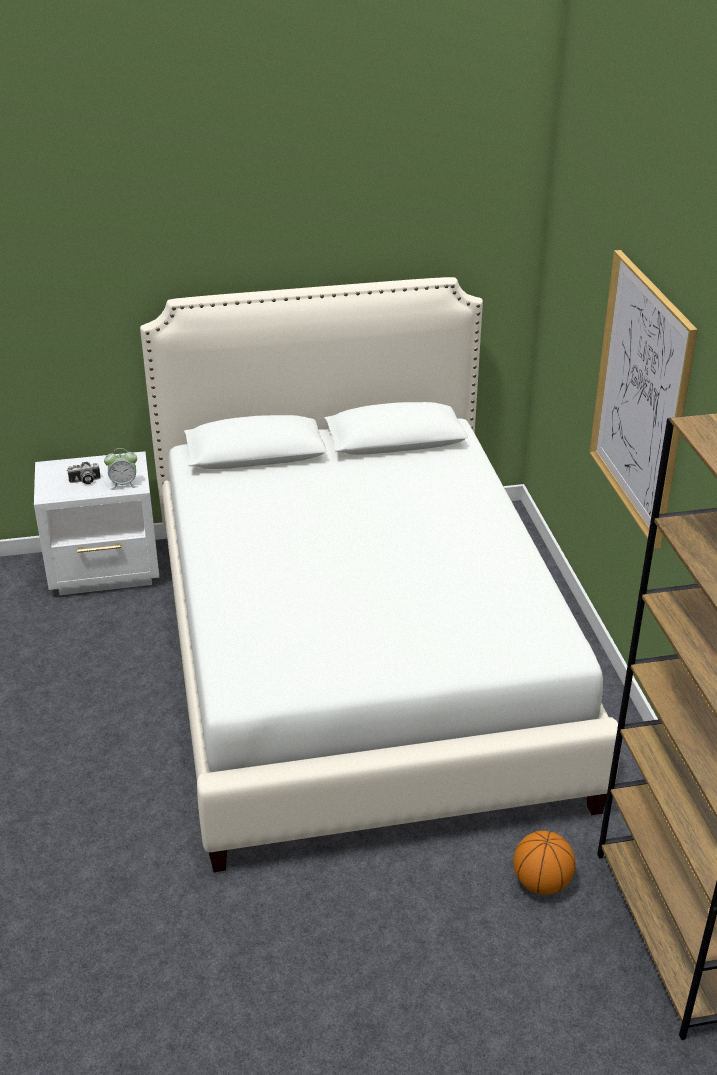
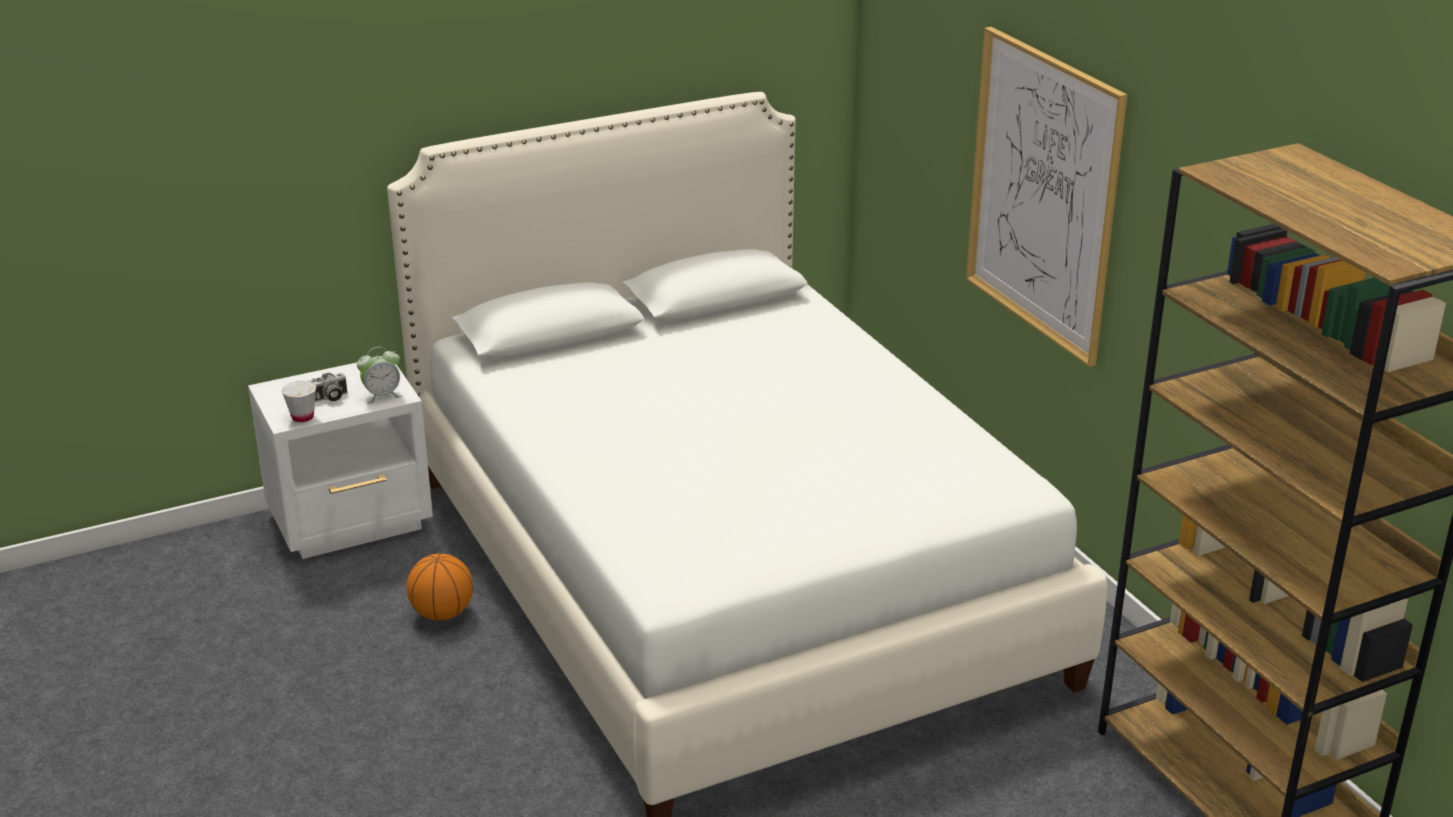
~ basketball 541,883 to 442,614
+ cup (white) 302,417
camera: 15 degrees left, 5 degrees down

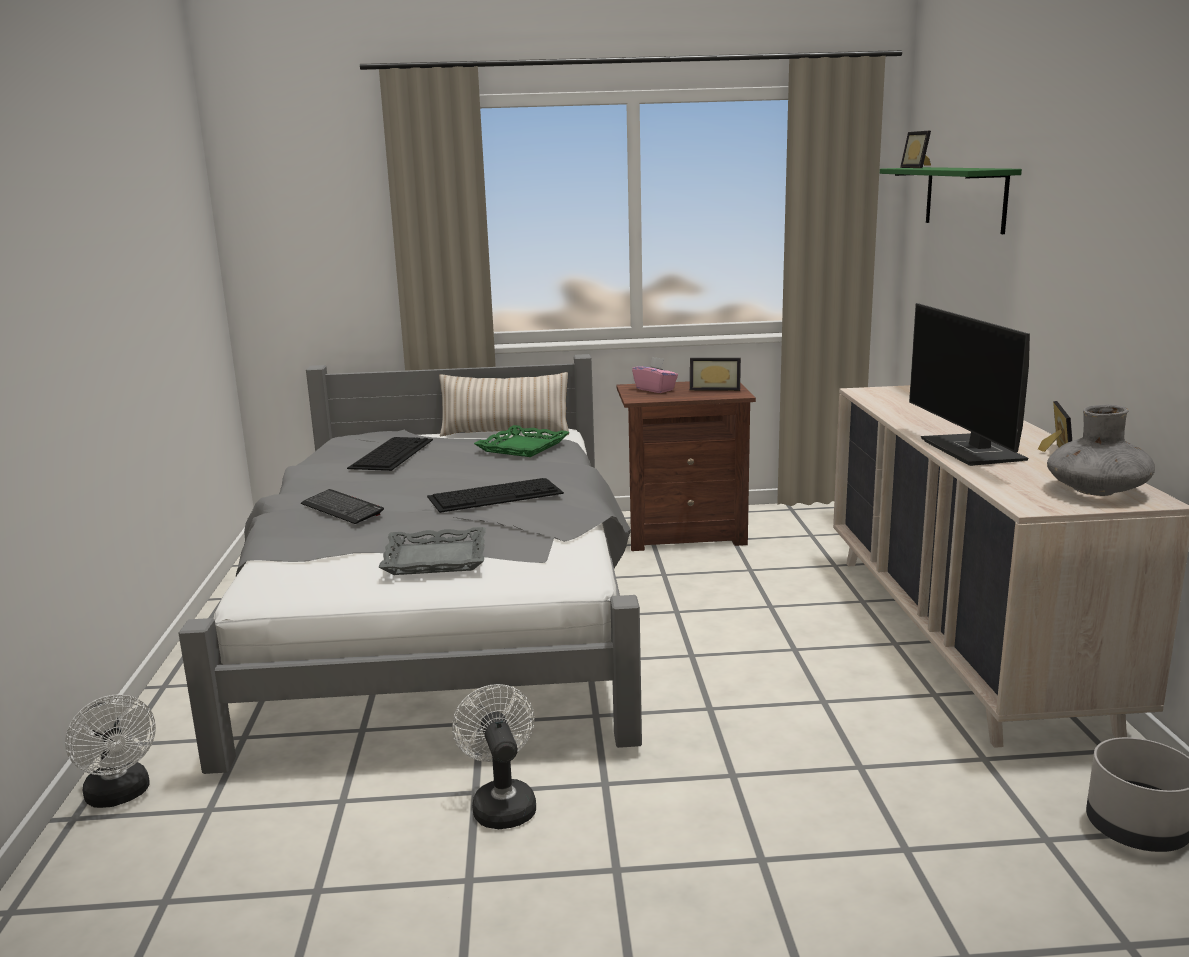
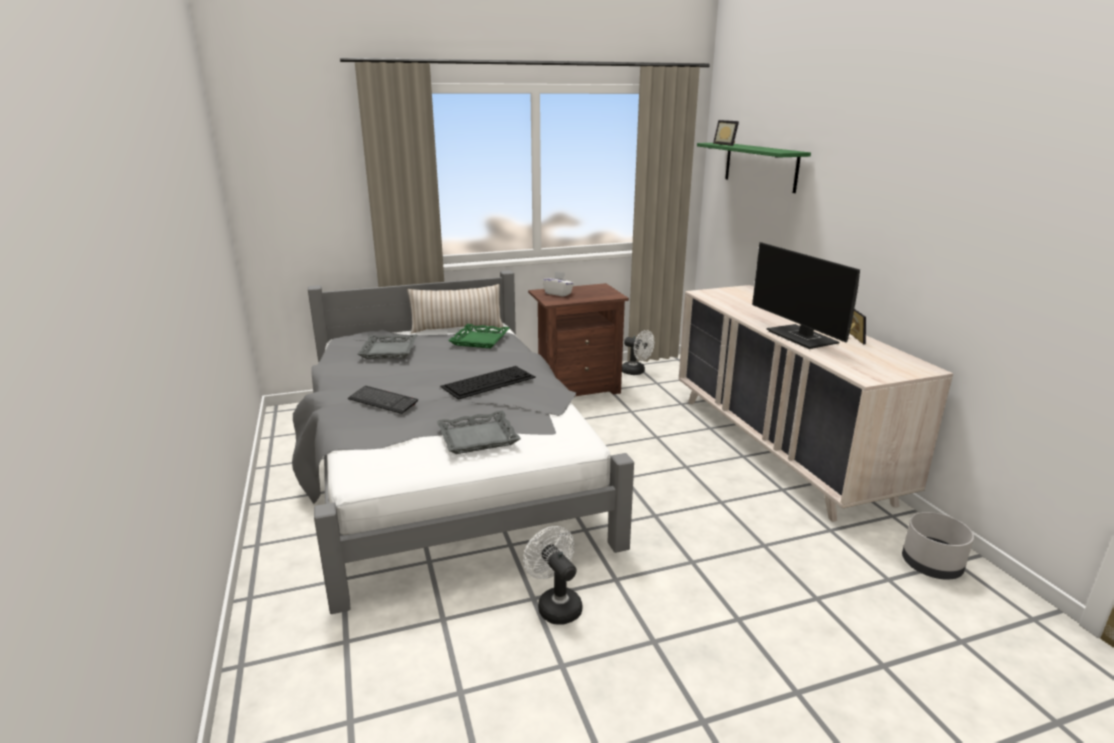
~ tissue box (pink) 655,389 to tissue box (white) 558,293
- picture frame 715,389
- vase (grey) 1096,491
~ keyboard 392,453 to tray (grey) 388,351
~ fan (white) 121,796 to 636,372
camera: 15 degrees left, 5 degrees up

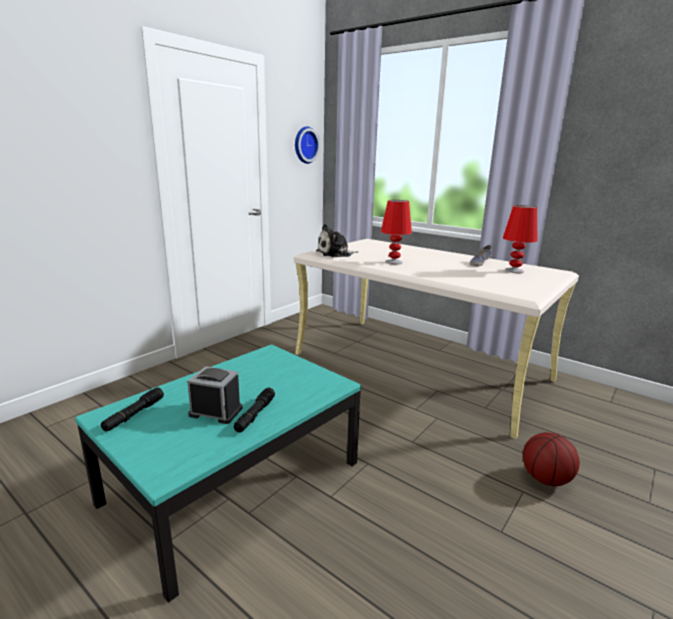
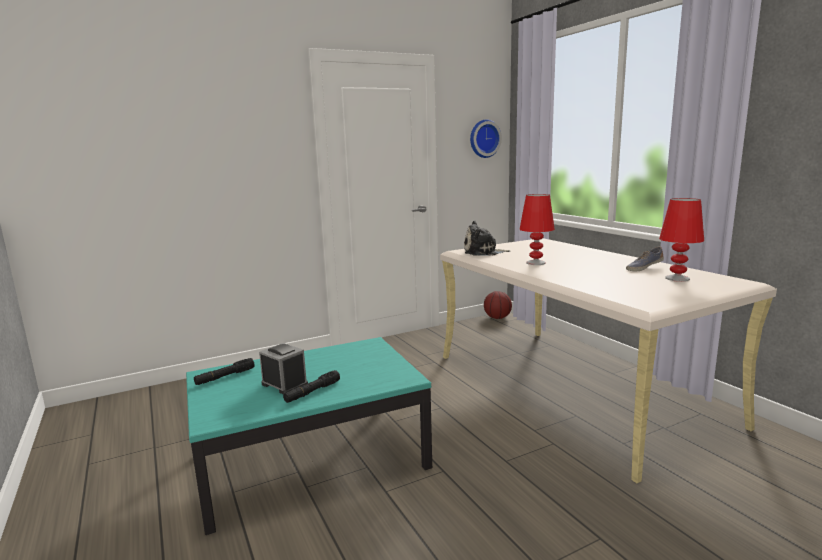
~ basketball 545,479 to 497,318
camera: 25 degrees right, 5 degrees down

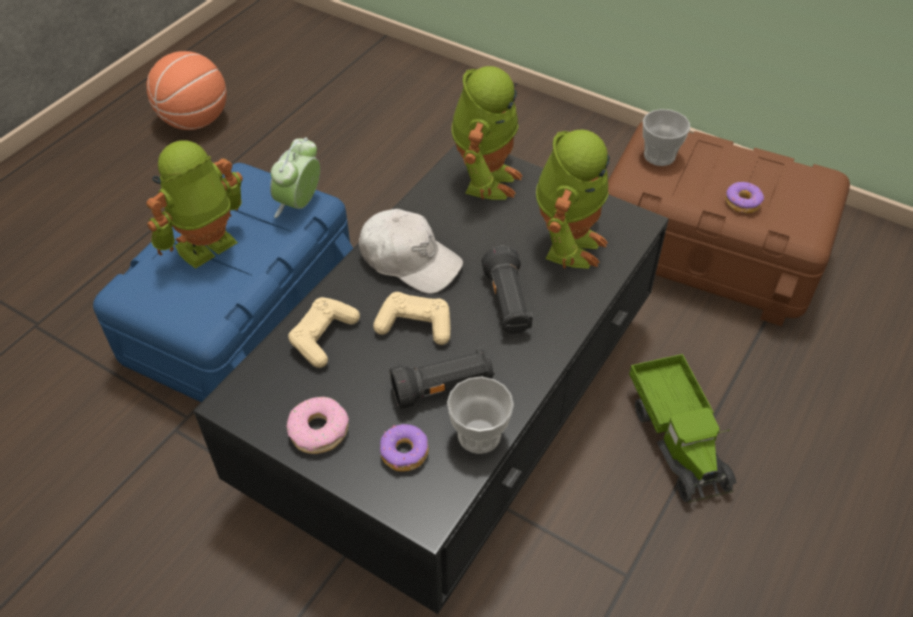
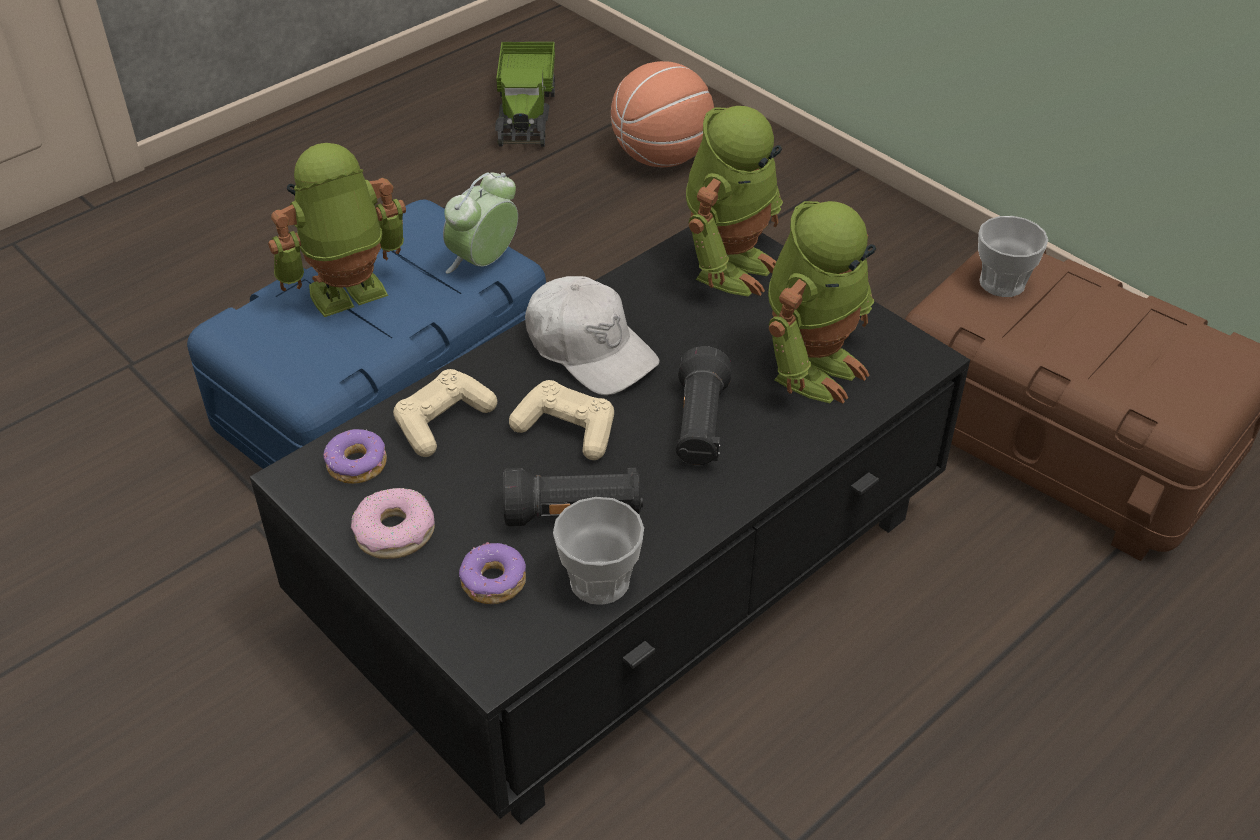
~ basketball 194,121 to 661,157
~ donut 743,203 to 357,465
~ toy truck 677,438 to 526,112
camera: 15 degrees right, 5 degrees down

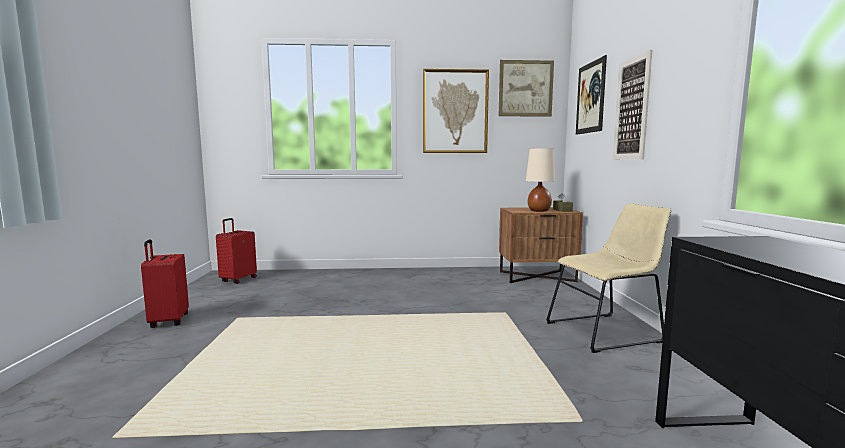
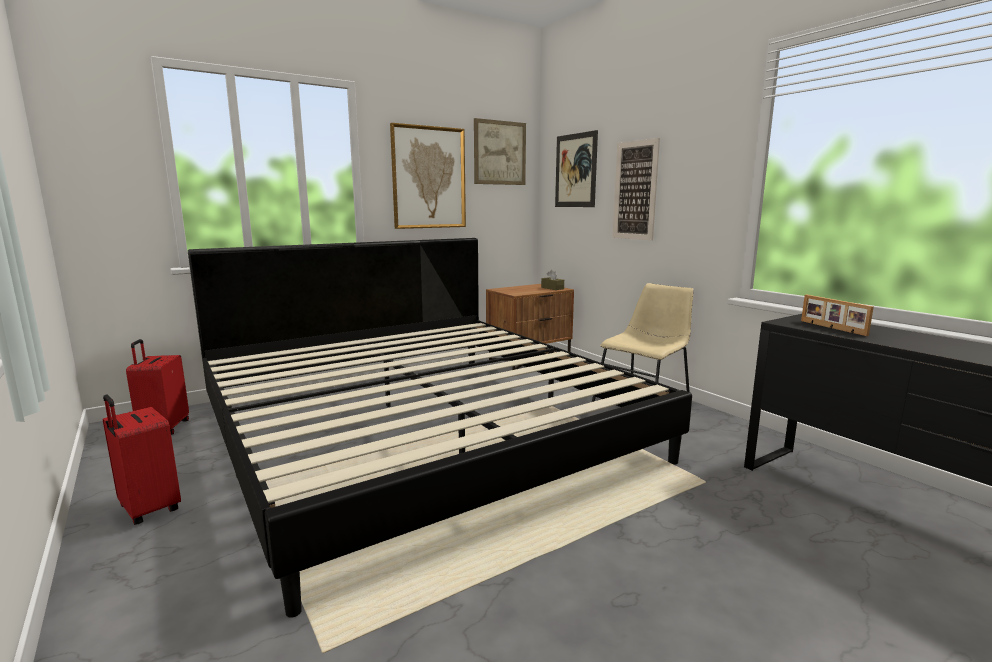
- table lamp (beige) 539,211
+ bed 421,433
+ picture frame 832,328
camera: 30 degrees left, 5 degrees up

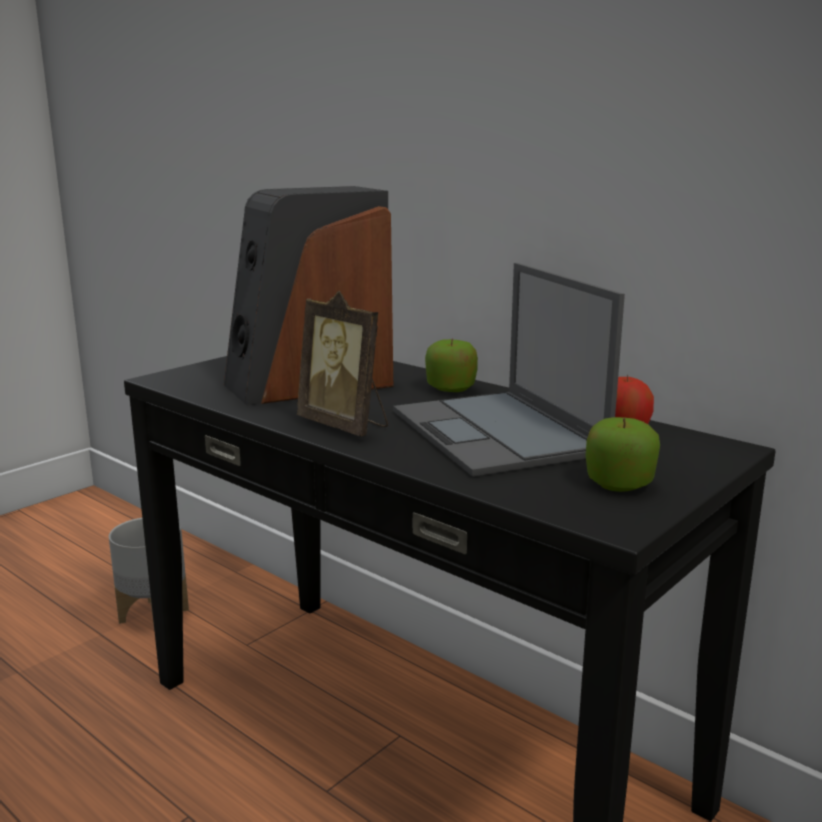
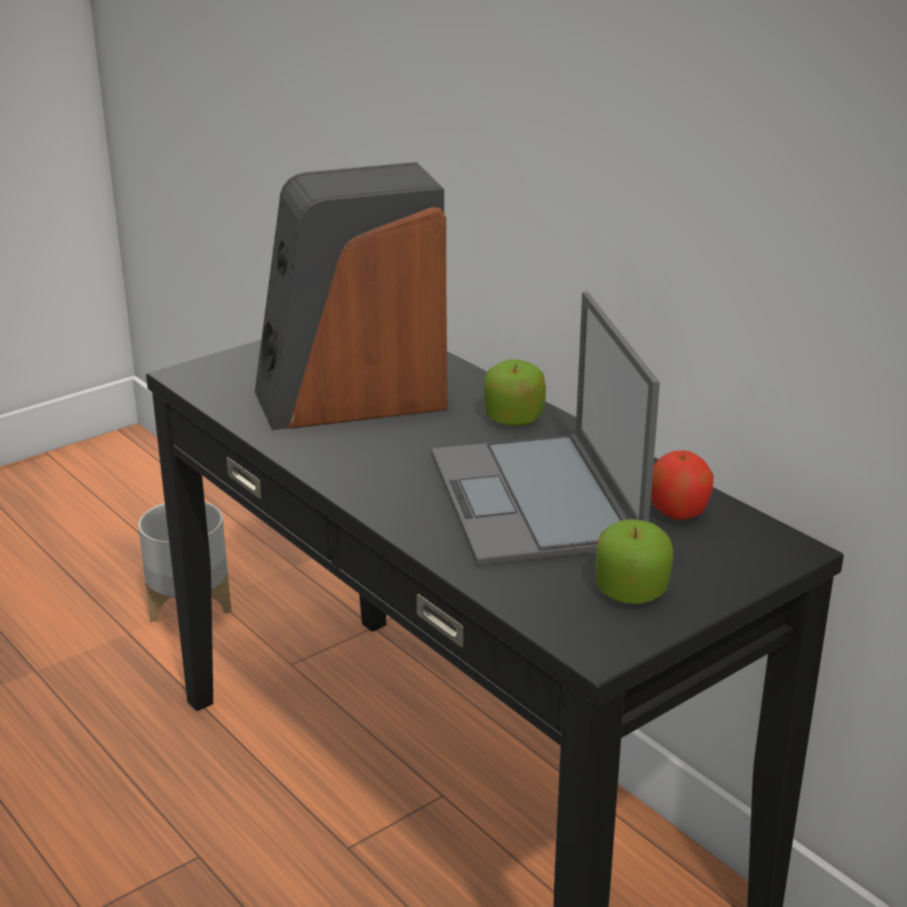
- picture frame 346,425
camera: 10 degrees right, 10 degrees up

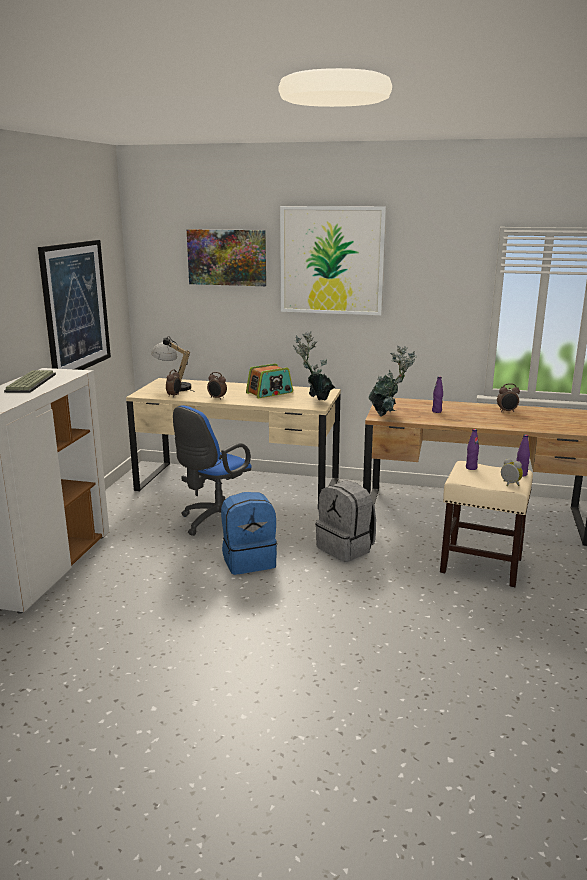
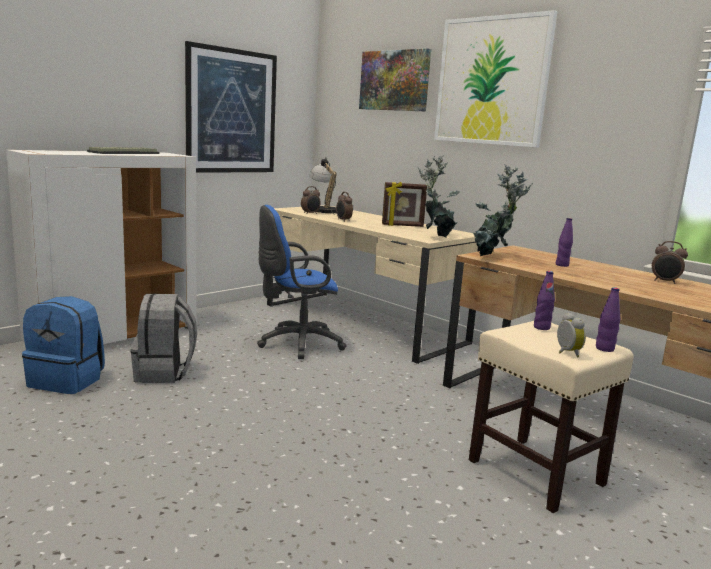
~ radio 270,393 to picture frame 402,226
~ backpack (grey) 346,548 to 164,373
~ backpack (blue) 249,561 to 68,381
camera: 30 degrees right, 5 degrees down

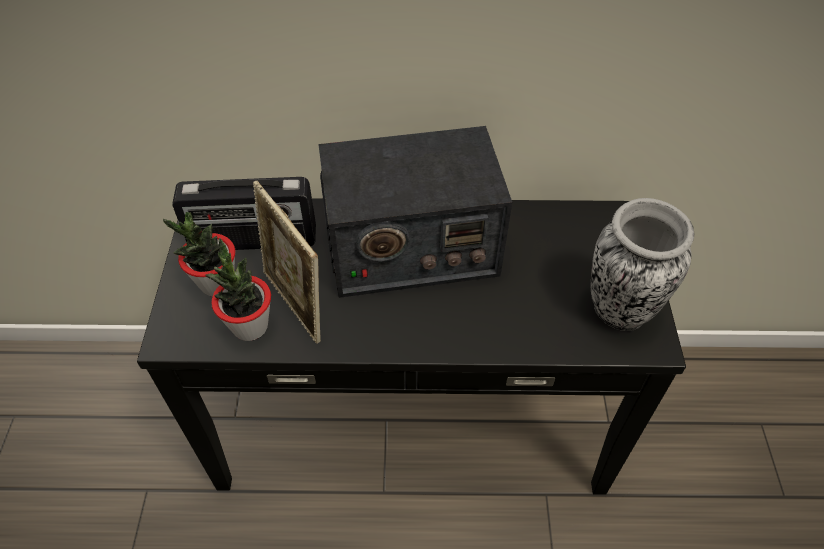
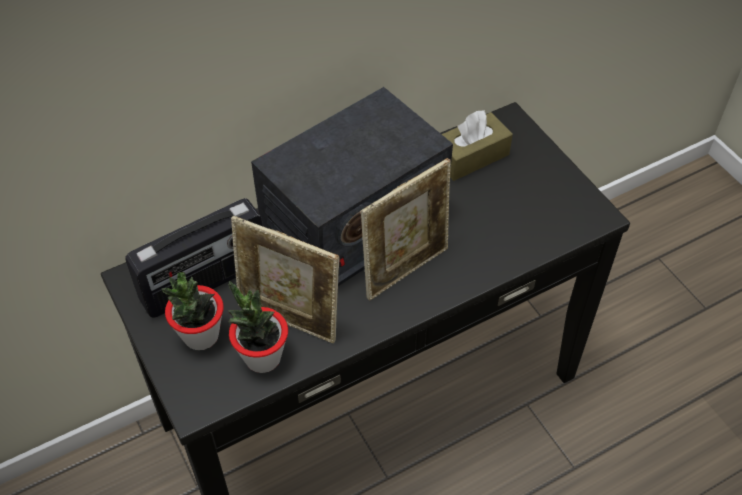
- vase 619,311
+ tissue box (brown) 471,156
+ picture frame 405,269
camera: 30 degrees left, 0 degrees up

